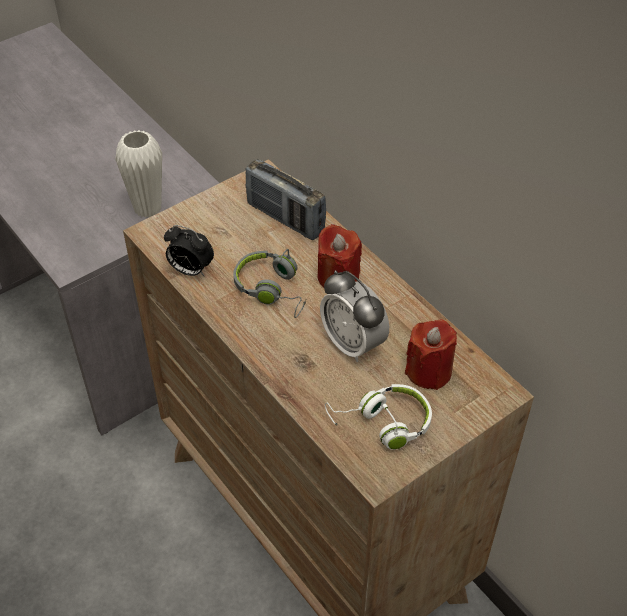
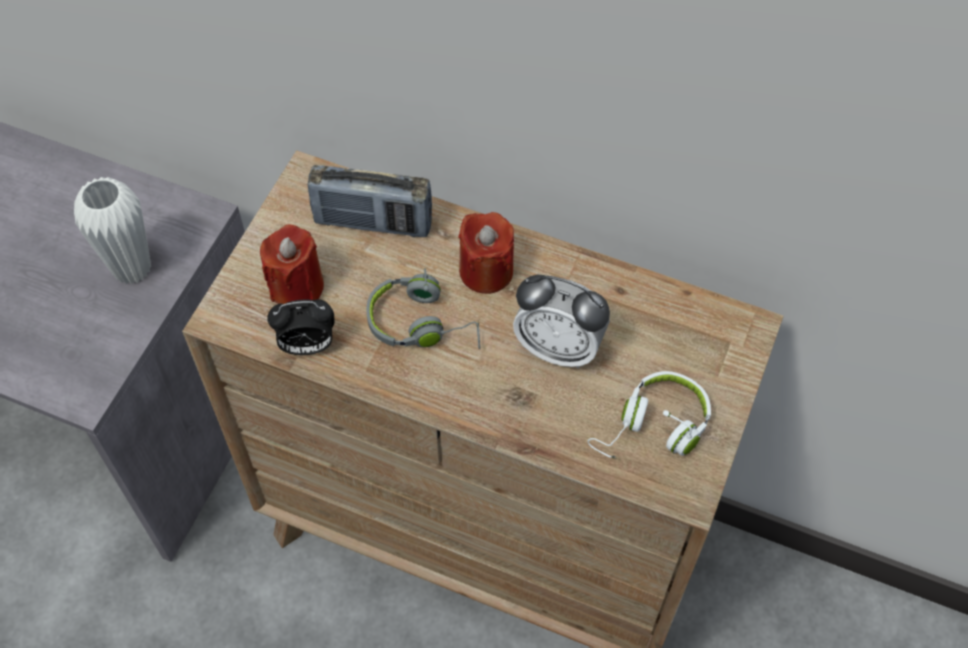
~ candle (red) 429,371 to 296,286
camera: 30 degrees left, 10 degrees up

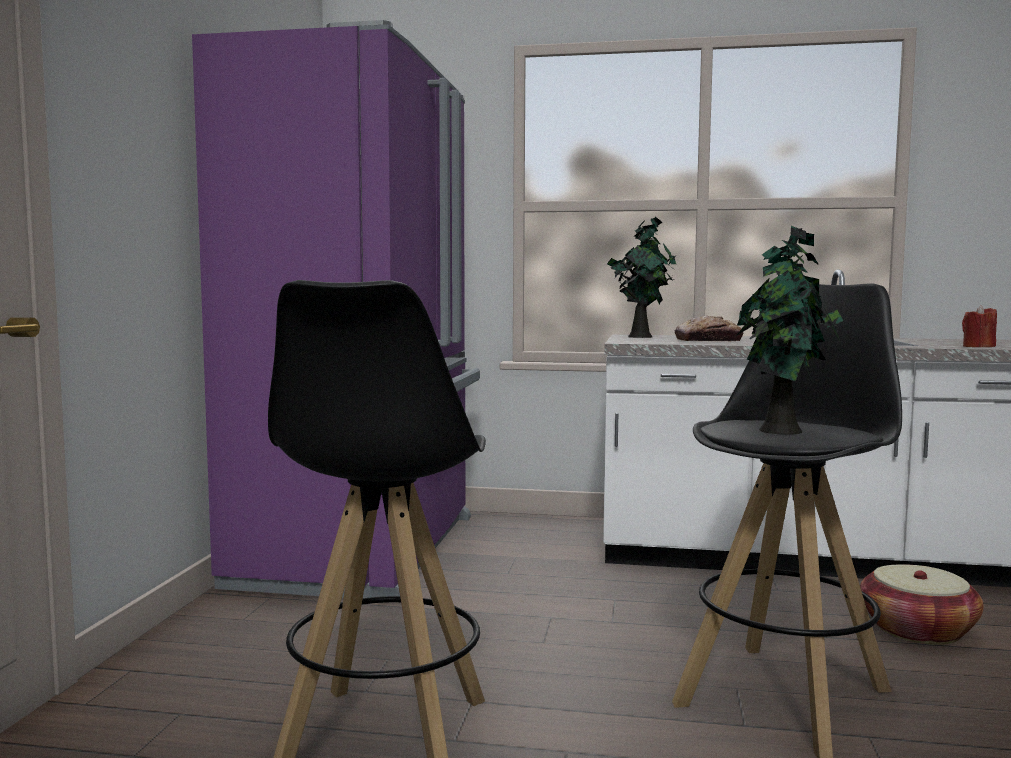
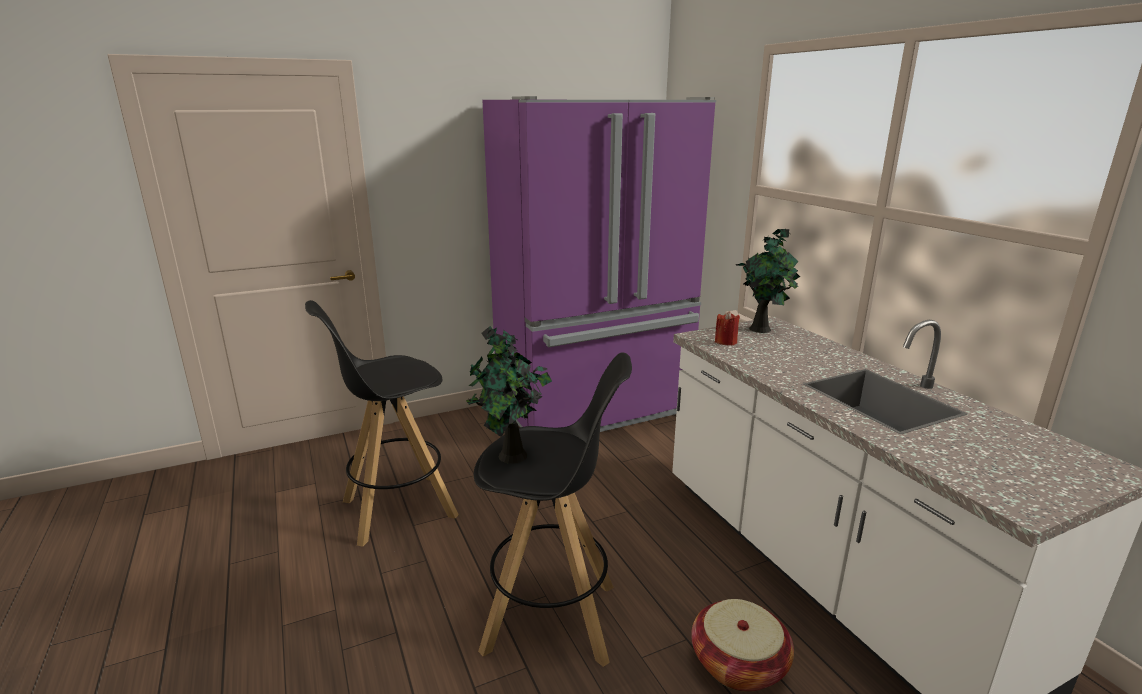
~ candle (red) 978,347 to 725,342
- bread 708,340
camera: 55 degrees right, 15 degrees up

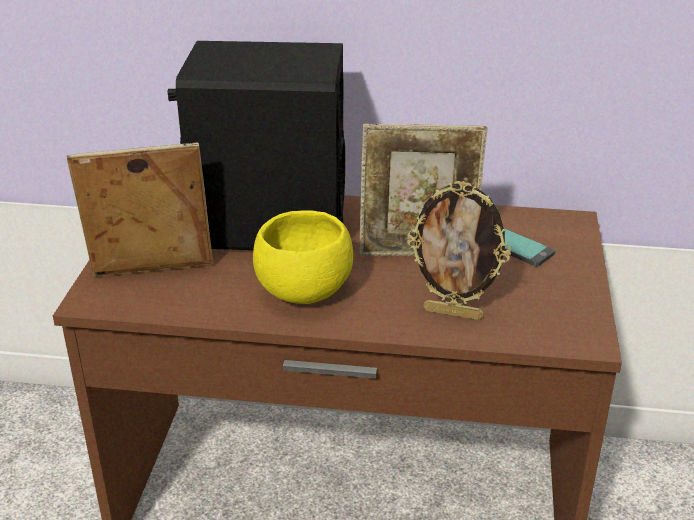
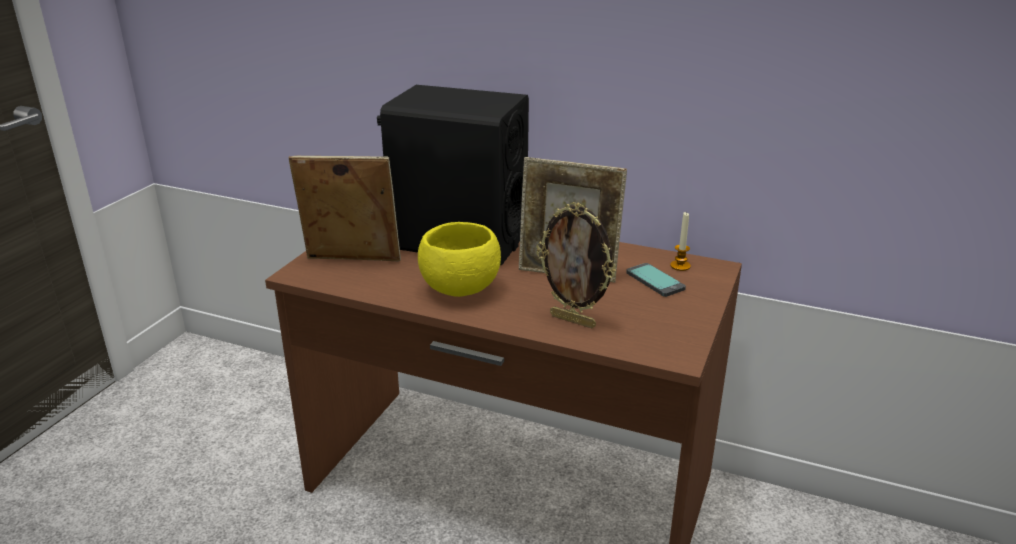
+ candle 680,266
camera: 15 degrees right, 5 degrees down

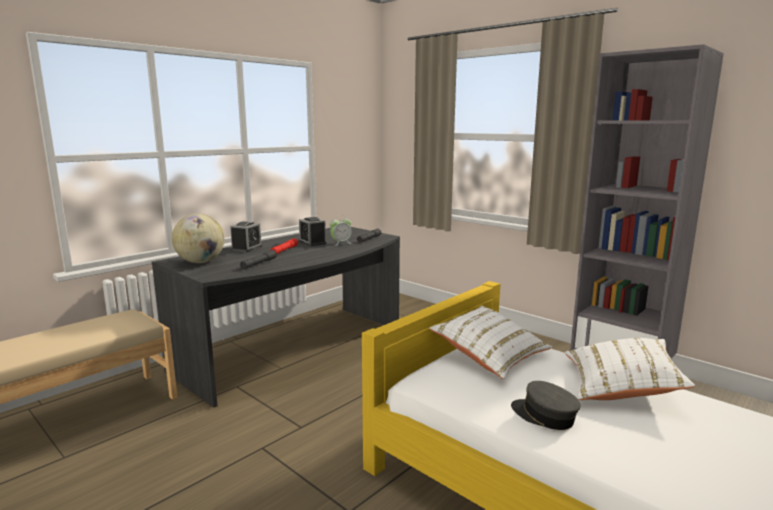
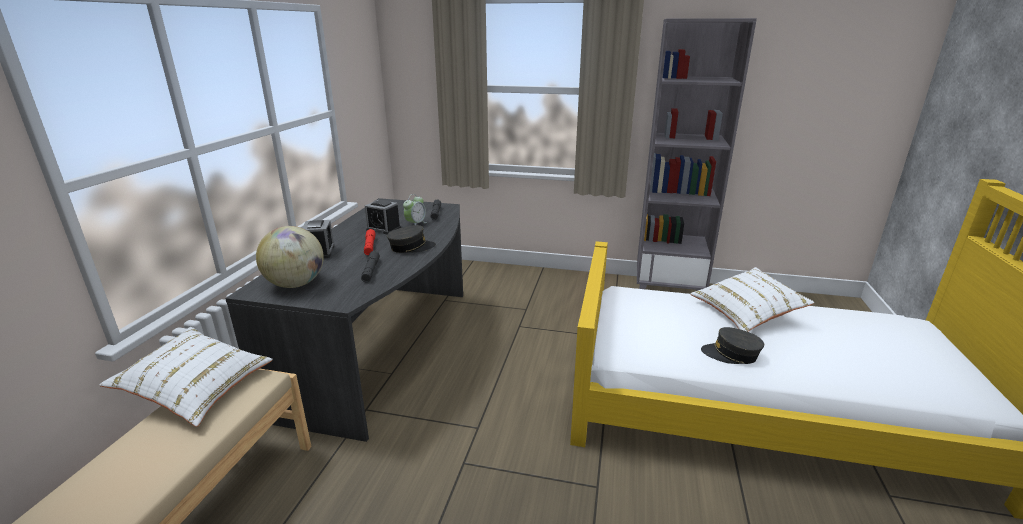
~ pillow (white) 489,356 to 198,390
+ cap (grey) 411,247
camera: 30 degrees left, 10 degrees up

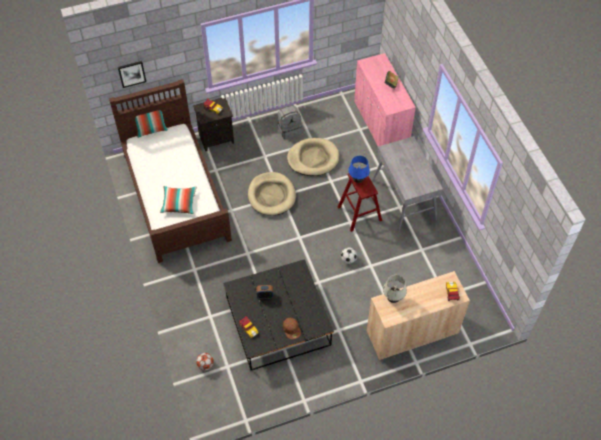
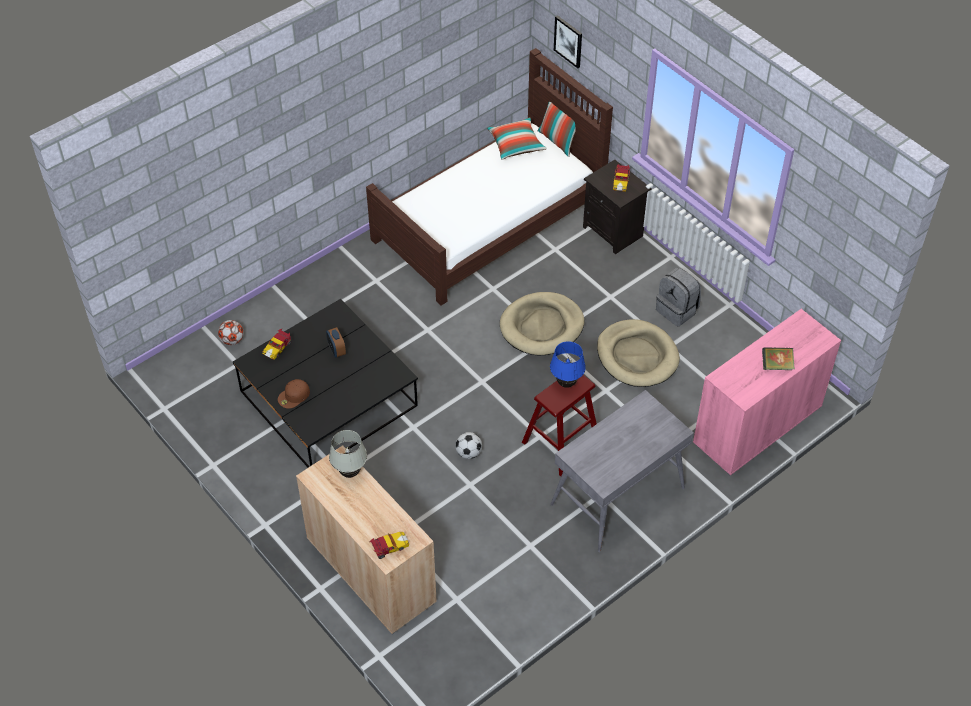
~ pillow 179,203 to 516,145
camera: 70 degrees right, 5 degrees down

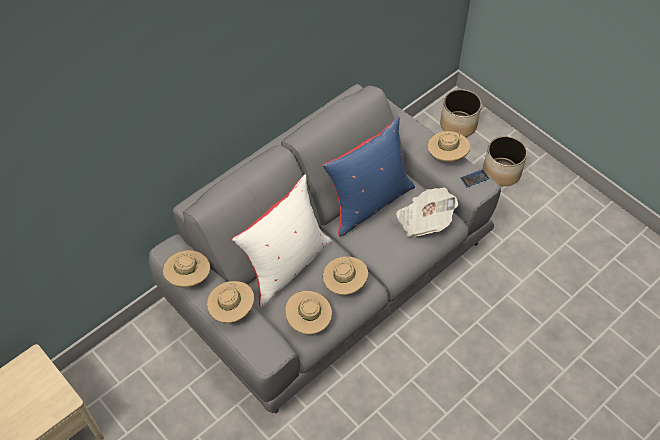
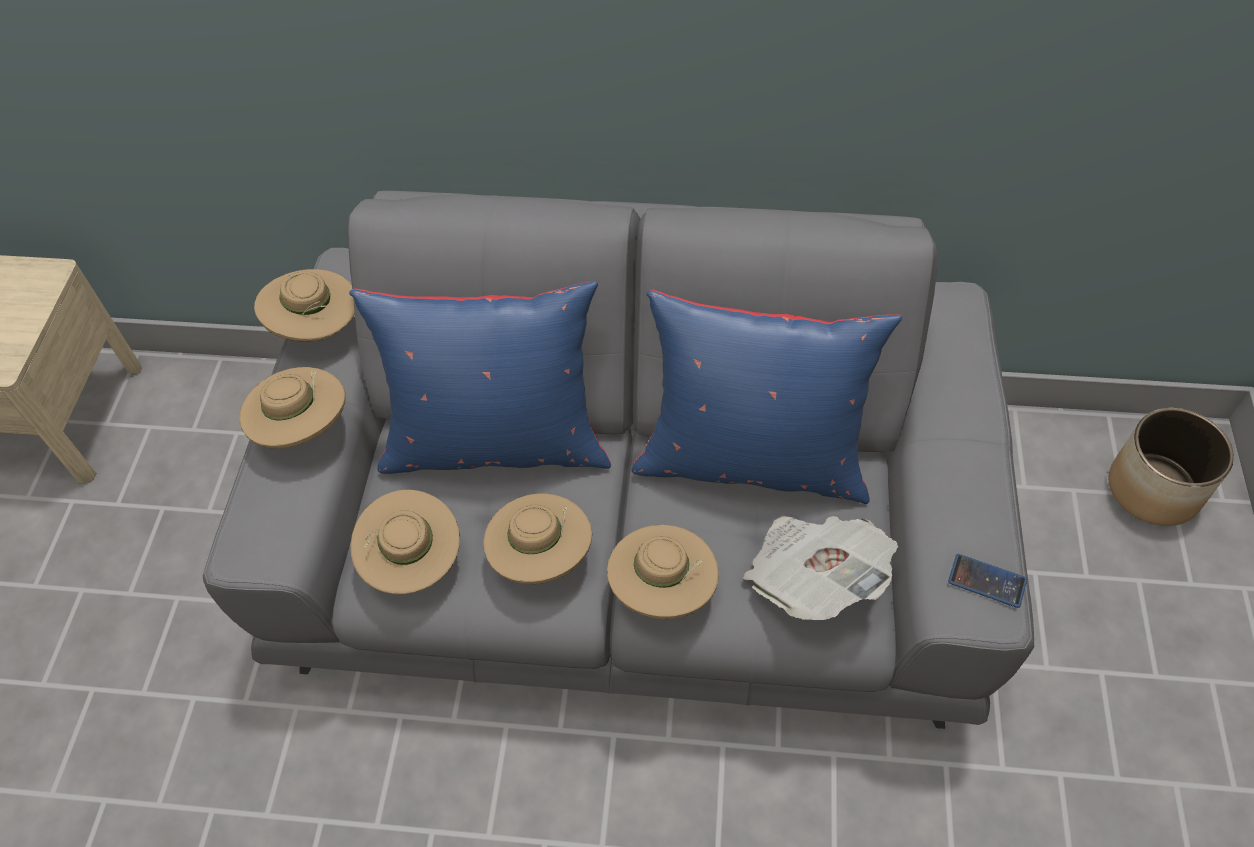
~ hat (beige) 447,156 to 663,589
- planter 501,171
~ pillow (white) 286,265 to pillow (blue) 496,442
camera: 50 degrees right, 0 degrees up

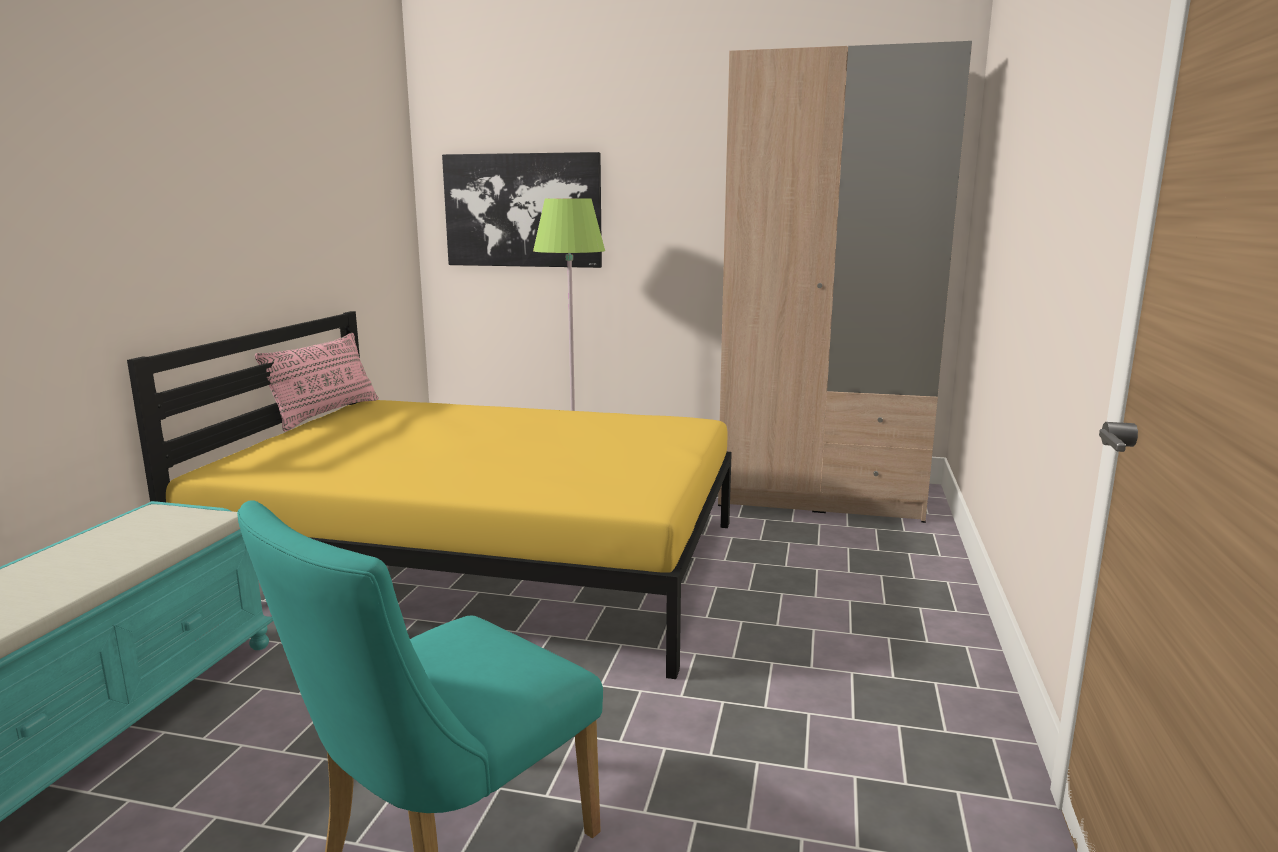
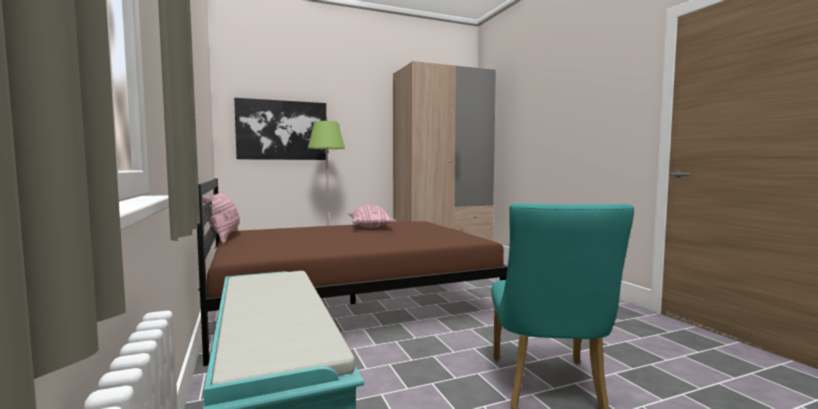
~ bed (yellow) 484,562 to bed (brown) 350,303
+ pillow (pink) 370,226
camera: 35 degrees left, 10 degrees down

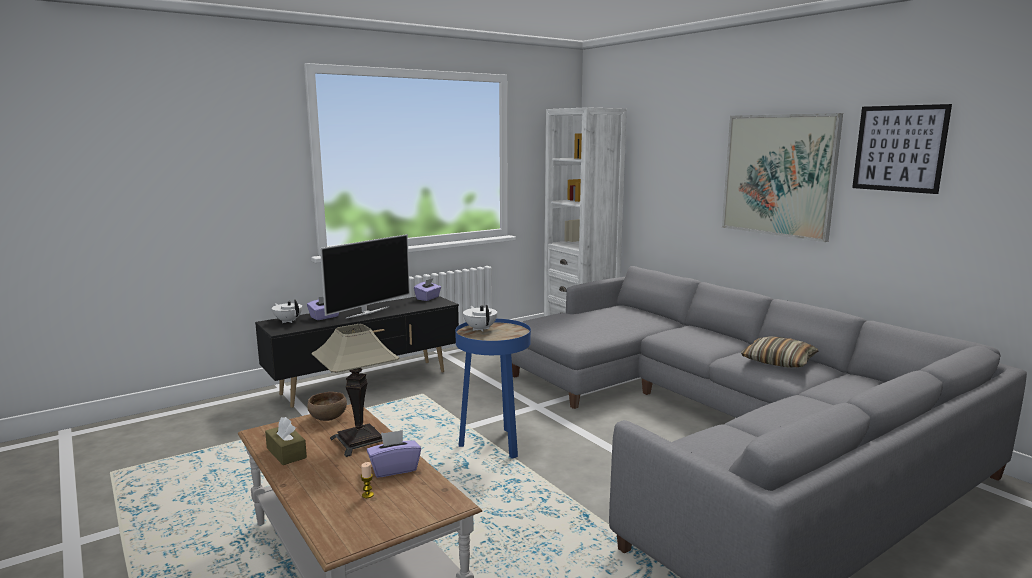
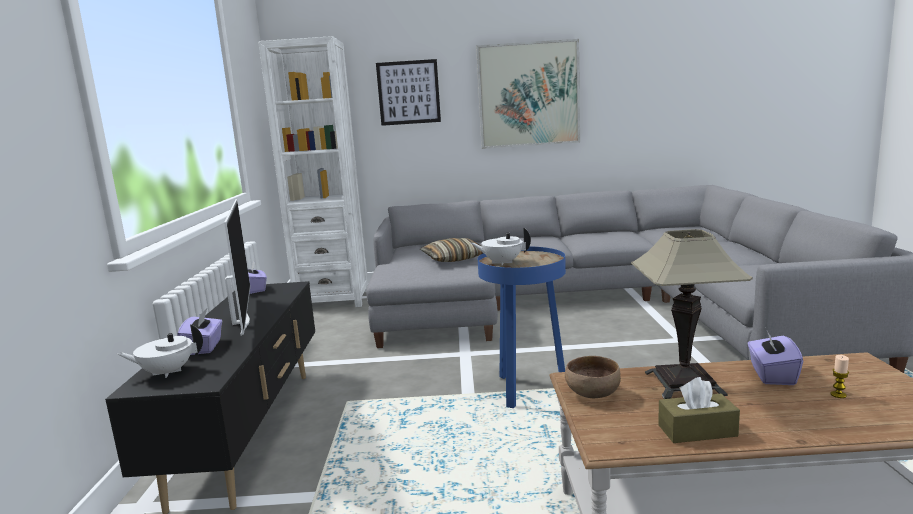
~ picture 899,148 to 408,92
~ pillow 778,361 to 453,259
camera: 55 degrees left, 0 degrees up

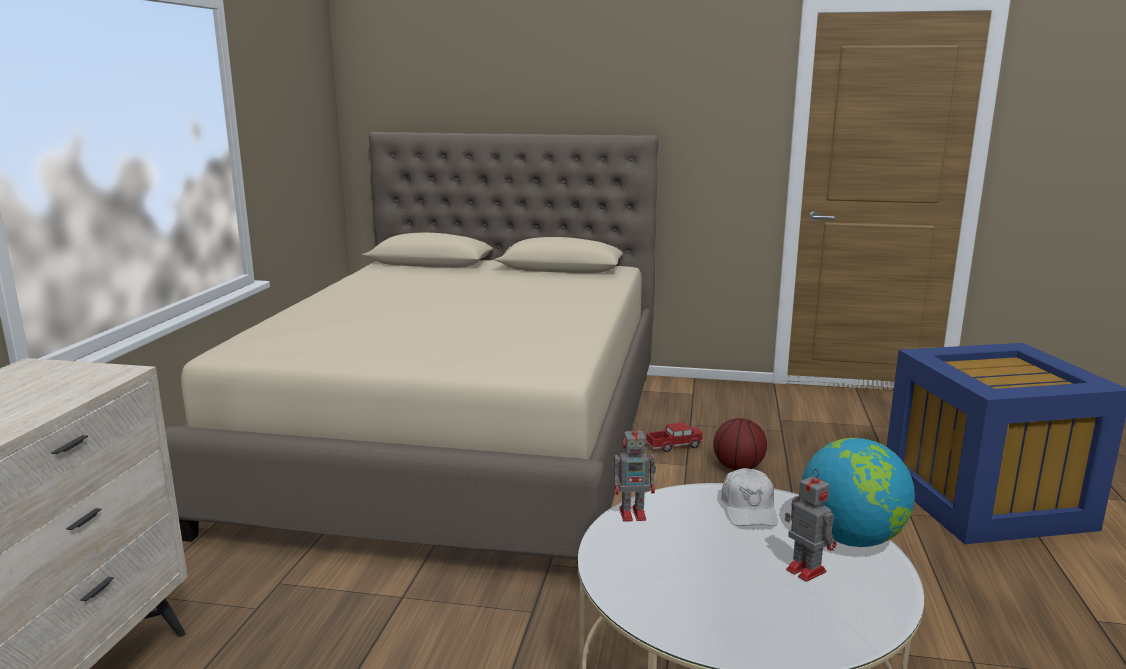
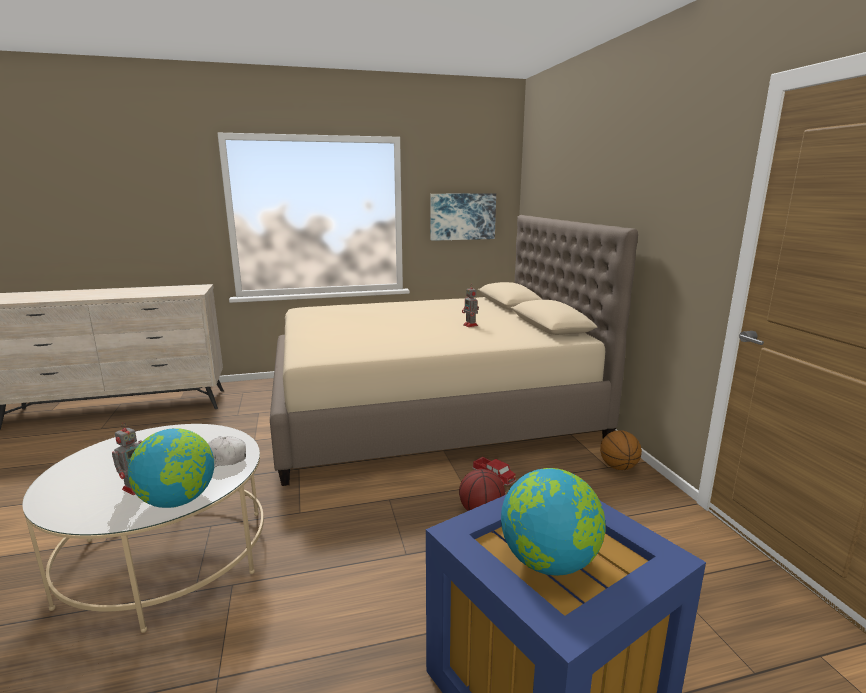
~ toy robot 634,514 to 470,325
+ picture 462,216
+ basketball 618,467
+ globe 549,562
camera: 65 degrees right, 0 degrees up

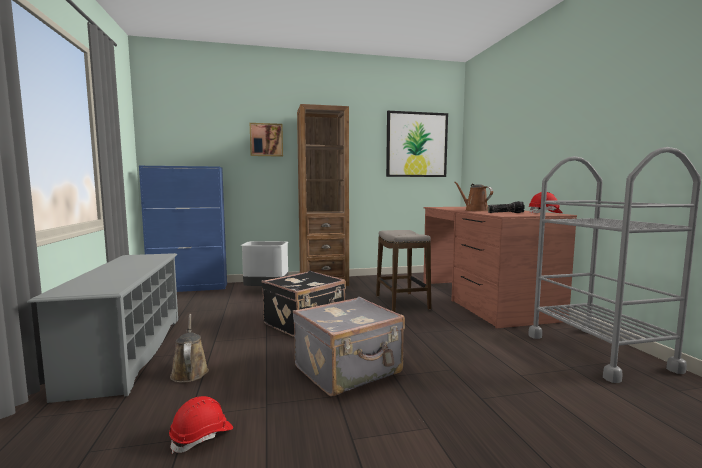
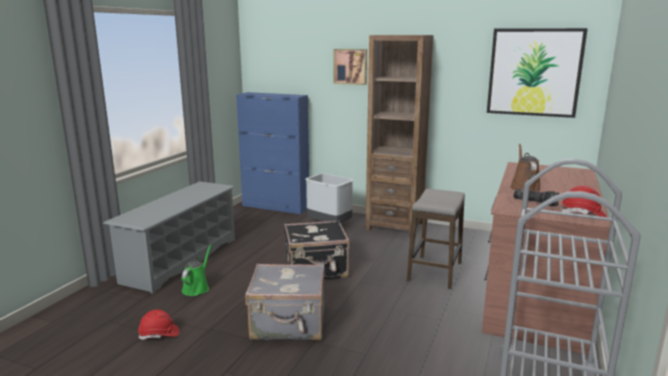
~ watering can (brown) 189,371 to watering can (green) 197,288
camera: 35 degrees right, 10 degrees up

